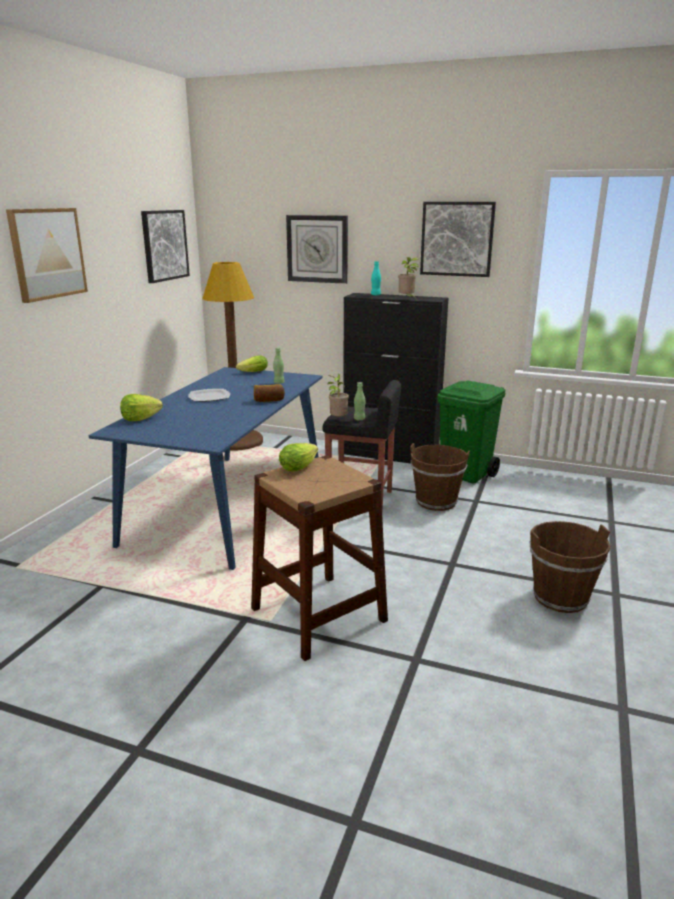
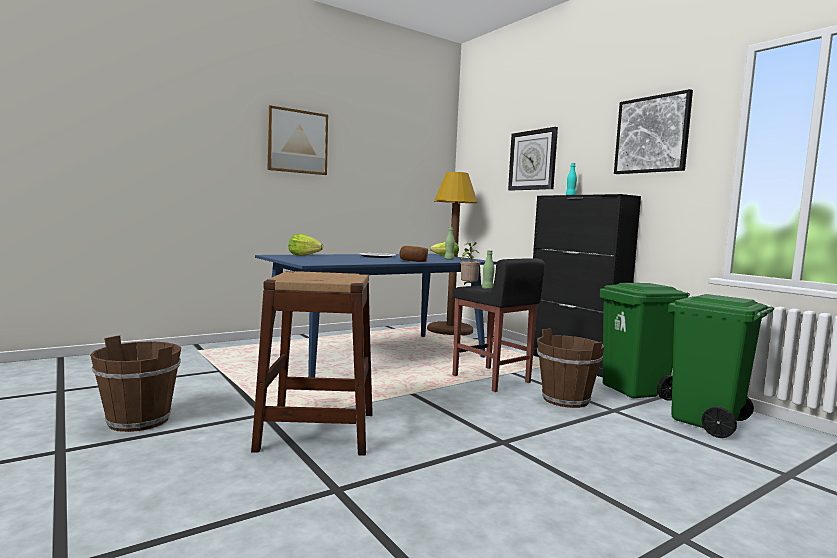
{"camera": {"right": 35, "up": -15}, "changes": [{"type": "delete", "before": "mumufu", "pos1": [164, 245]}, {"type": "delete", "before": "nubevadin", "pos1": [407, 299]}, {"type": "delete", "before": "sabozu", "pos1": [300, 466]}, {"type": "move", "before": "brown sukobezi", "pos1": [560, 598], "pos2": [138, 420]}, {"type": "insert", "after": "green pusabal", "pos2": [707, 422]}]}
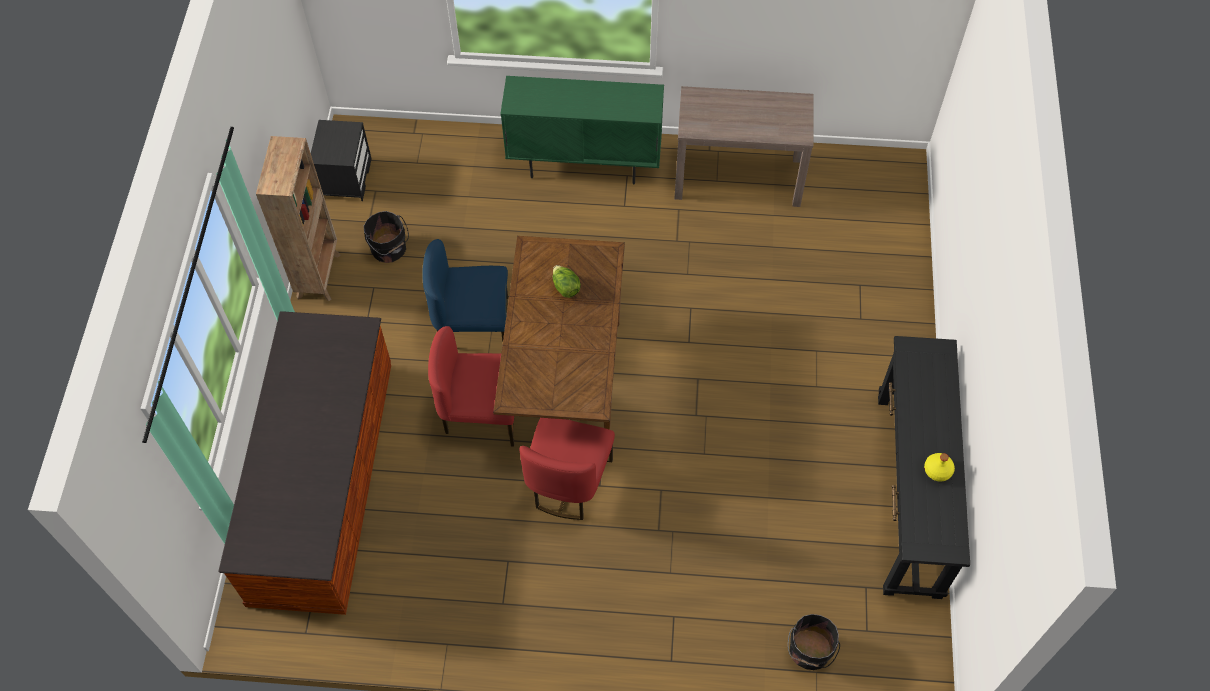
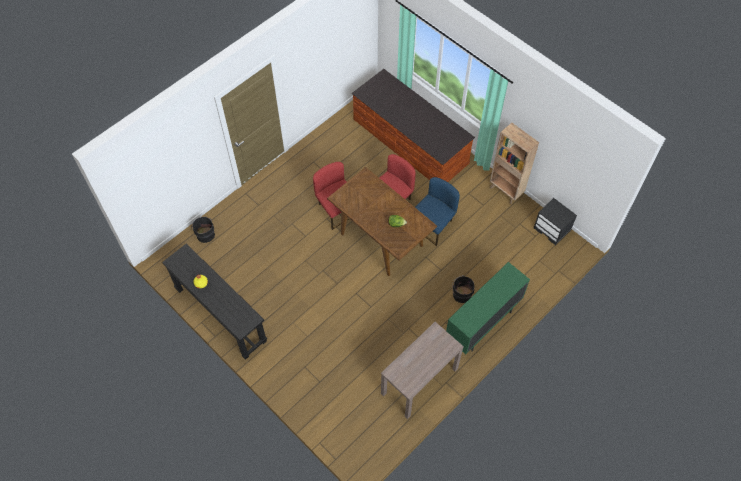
{"camera": {"right": 130, "up": 0}, "changes": [{"type": "move", "before": "black sukobezi", "pos1": [389, 249], "pos2": [461, 294]}]}
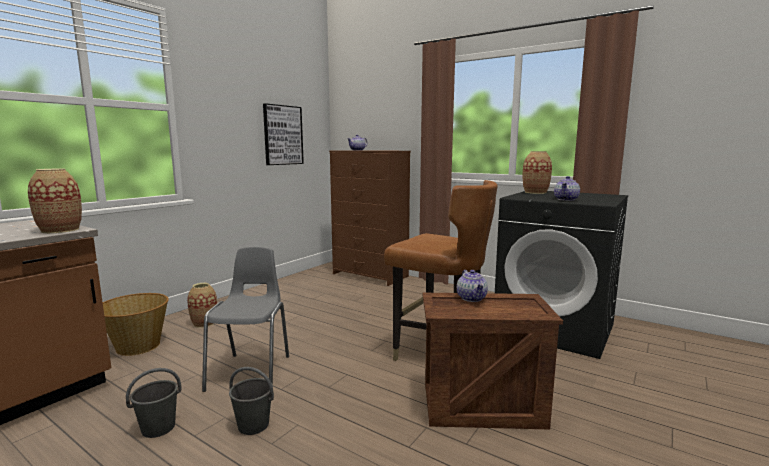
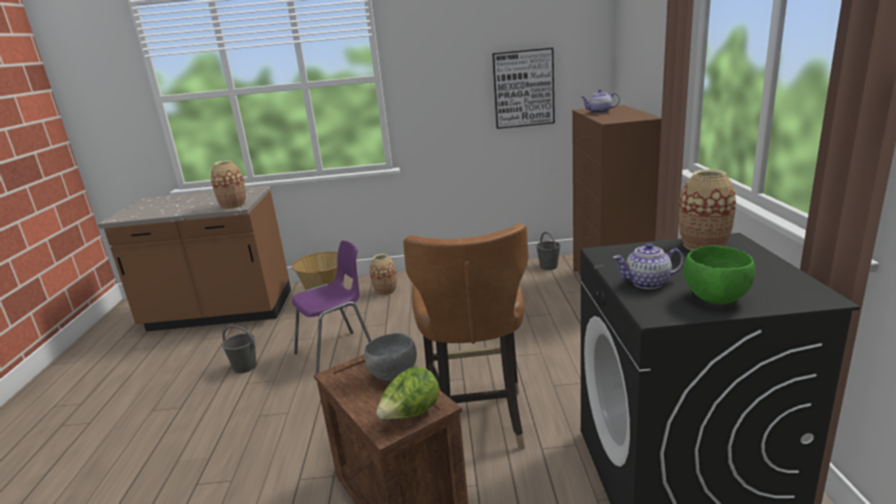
{"camera": {"right": 55, "up": 10}, "changes": [{"type": "recolor", "before": "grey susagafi", "after": "purple susagafi", "pos1": [251, 371], "pos2": [337, 353]}, {"type": "replace", "before": "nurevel", "after": "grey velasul", "pos1": [472, 298], "pos2": [394, 375]}, {"type": "move", "before": "grey sukobezi", "pos1": [254, 425], "pos2": [549, 266]}, {"type": "insert", "after": "green velasul", "pos2": [715, 298]}, {"type": "insert", "after": "sabozu", "pos2": [411, 415]}]}
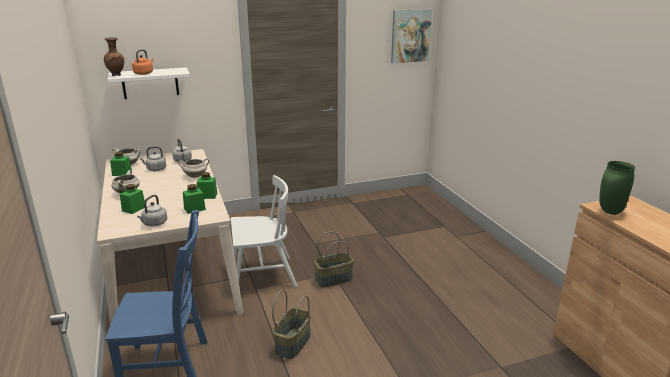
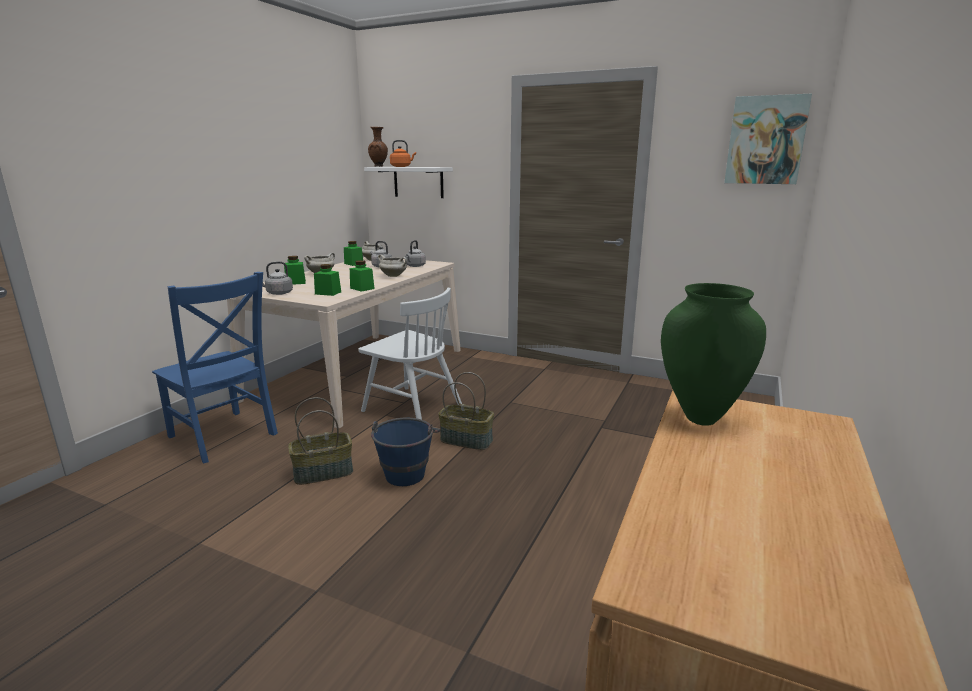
{"camera": {"right": 45, "up": -5}, "changes": [{"type": "insert", "after": "blue sukobezi", "pos2": [406, 470]}]}
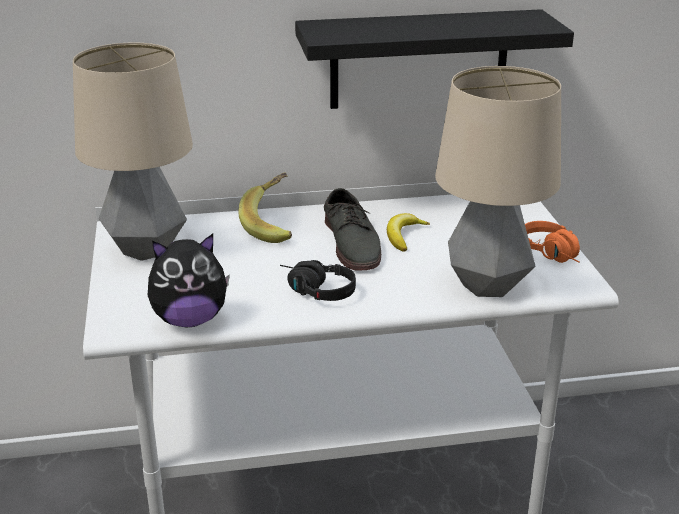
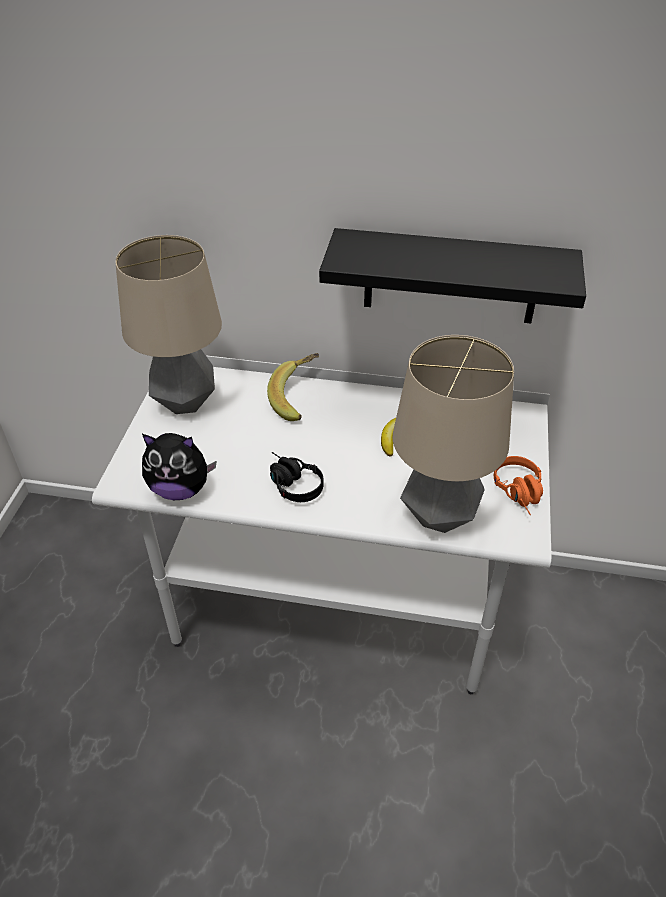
{"camera": {"right": 20, "up": 15}, "changes": [{"type": "delete", "before": "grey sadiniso", "pos1": [352, 243]}]}
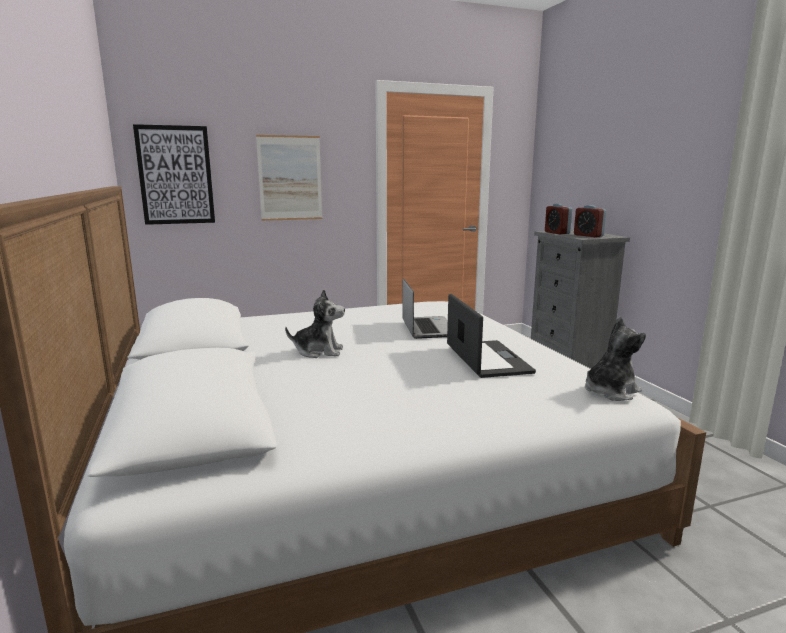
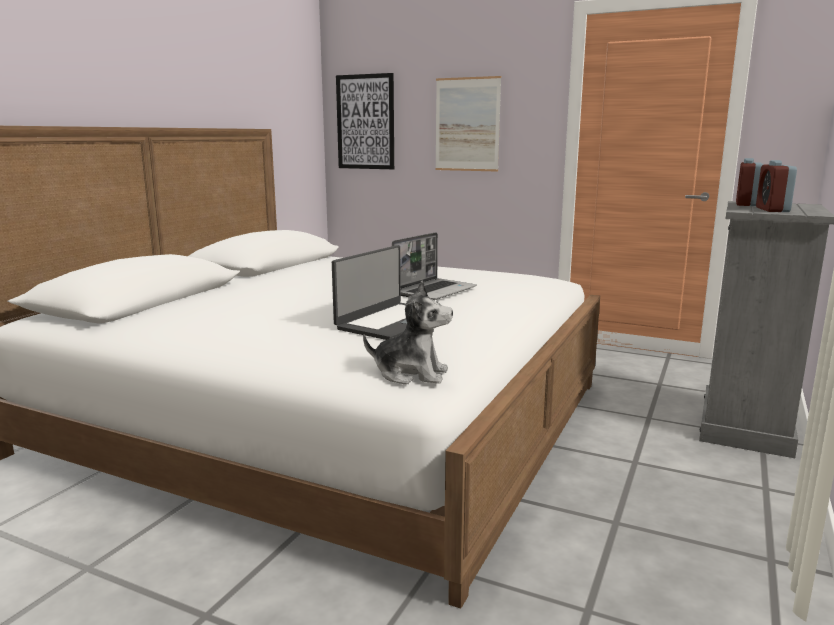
{"camera": {"right": 45, "up": 0}, "changes": [{"type": "delete", "before": "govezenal", "pos1": [319, 351]}]}
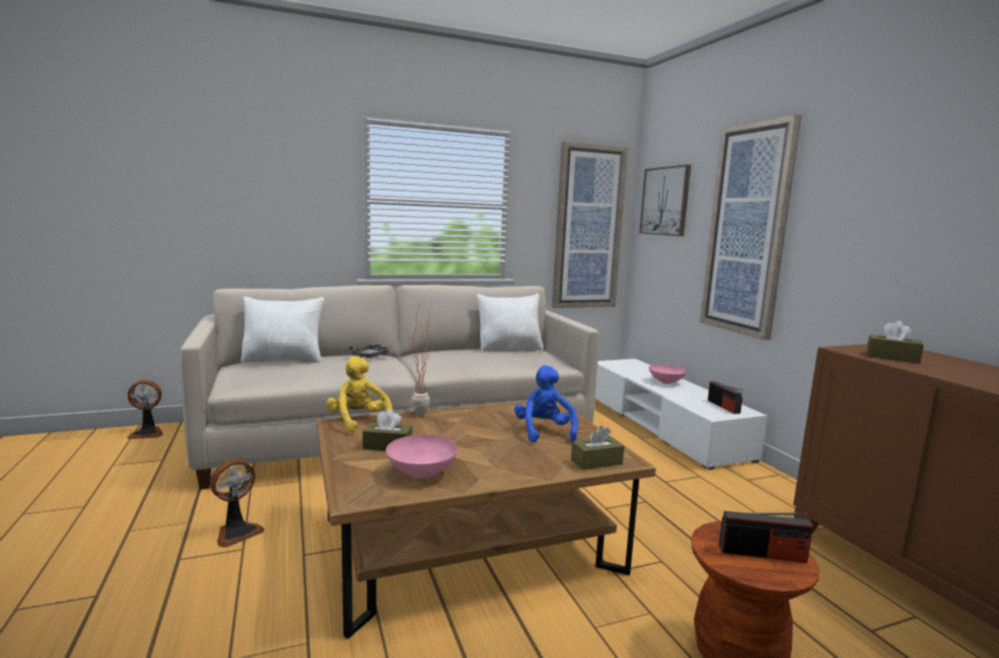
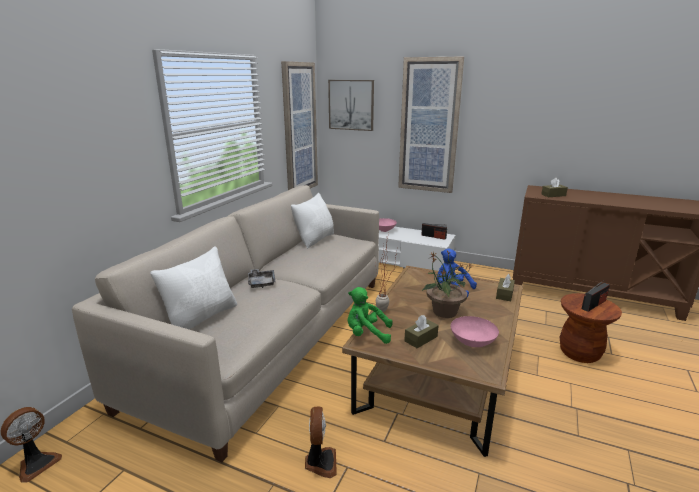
{"camera": {"right": -45, "up": 10}, "changes": [{"type": "recolor", "before": "yellow govezenal", "after": "green govezenal", "pos1": [359, 422], "pos2": [366, 334]}, {"type": "insert", "after": "nubevadin", "pos2": [444, 312]}]}
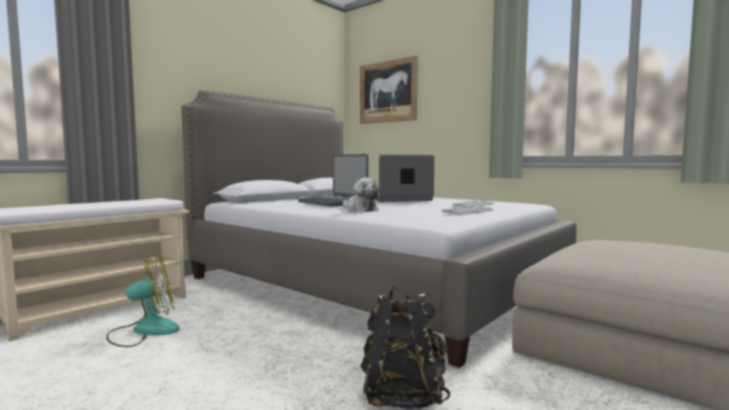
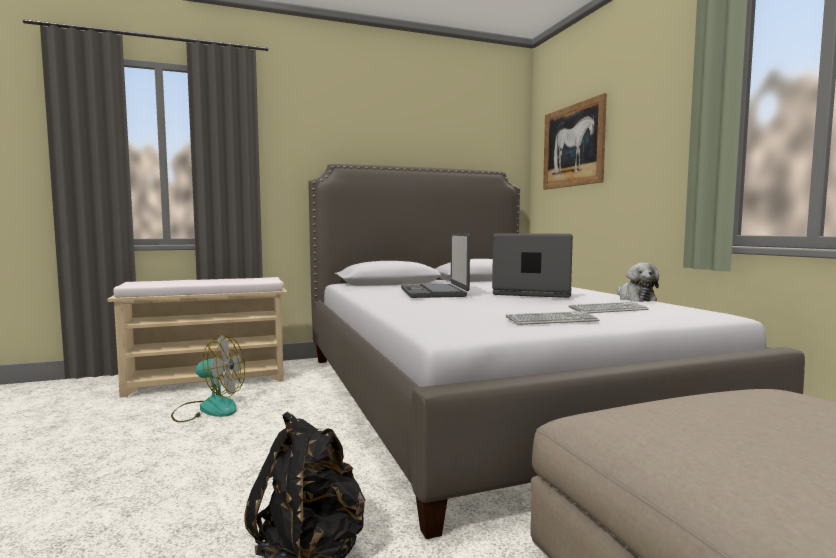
{"camera": {"right": 30, "up": 0}, "changes": [{"type": "move", "before": "govezenal", "pos1": [360, 210], "pos2": [635, 299]}]}
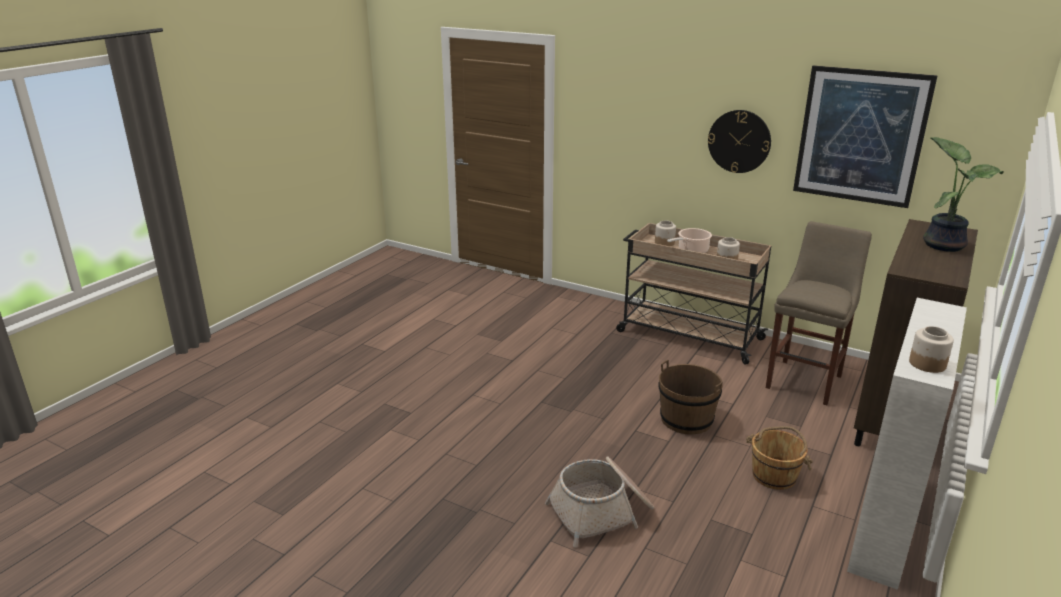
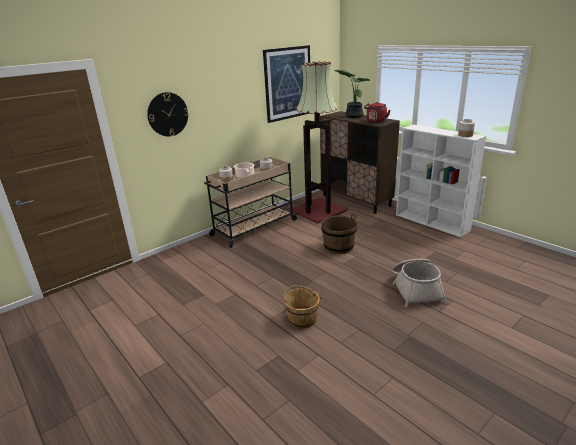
{"camera": {"right": -70, "up": 0}, "changes": [{"type": "move", "before": "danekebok", "pos1": [739, 141], "pos2": [167, 114]}, {"type": "replace", "before": "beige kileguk", "after": "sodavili", "pos1": [806, 380], "pos2": [318, 210]}, {"type": "move", "before": "brown sukobezi", "pos1": [774, 475], "pos2": [302, 318]}, {"type": "insert", "after": "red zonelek", "pos2": [376, 121]}]}
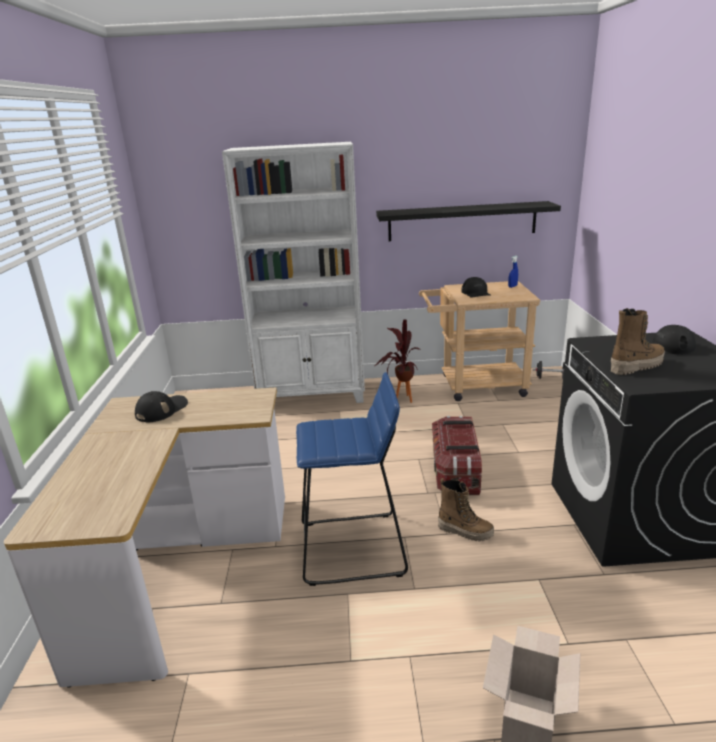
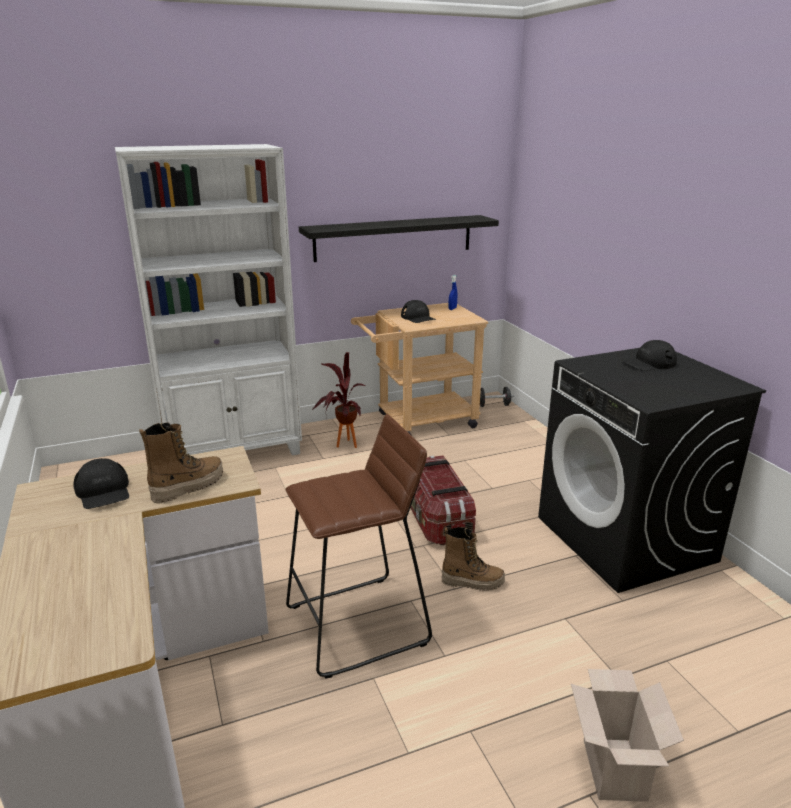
{"camera": {"right": -20, "up": 0}, "changes": [{"type": "move", "before": "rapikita", "pos1": [636, 366], "pos2": [188, 487]}, {"type": "recolor", "before": "blue kileguk", "after": "brown kileguk", "pos1": [353, 548], "pos2": [358, 625]}, {"type": "rotate", "before": "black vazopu", "pos1": [162, 410], "pos2": [103, 491], "turn": 135}]}
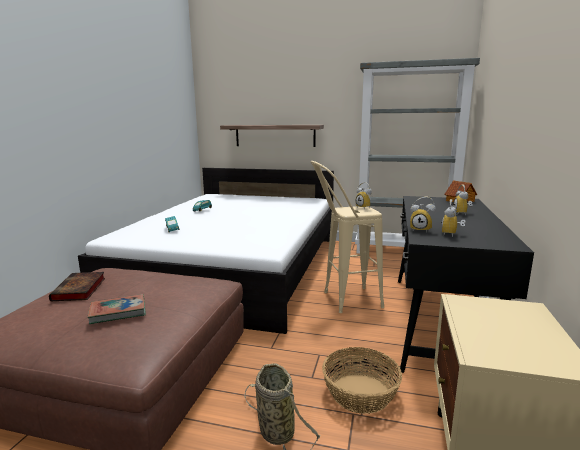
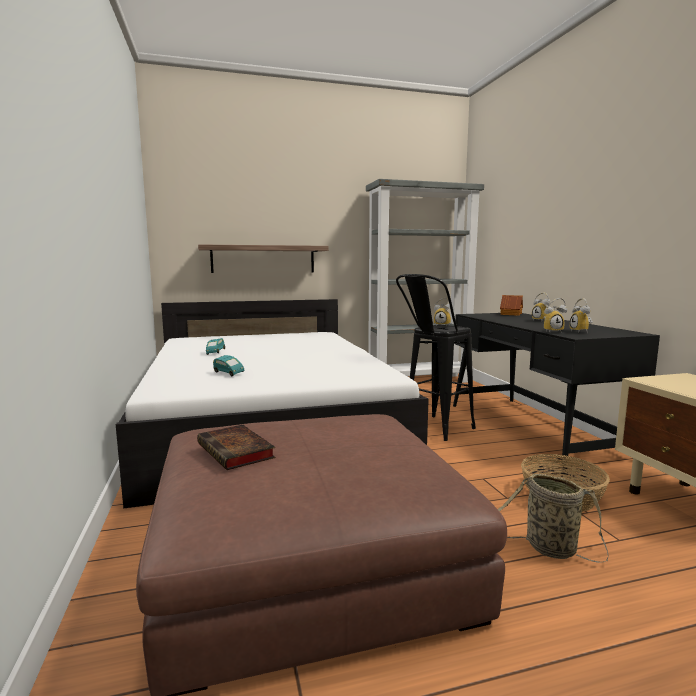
{"camera": {"right": -30, "up": -5}, "changes": [{"type": "recolor", "before": "beige kileguk", "after": "black kileguk", "pos1": [343, 301], "pos2": [432, 430]}, {"type": "delete", "before": "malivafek", "pos1": [118, 312]}]}
